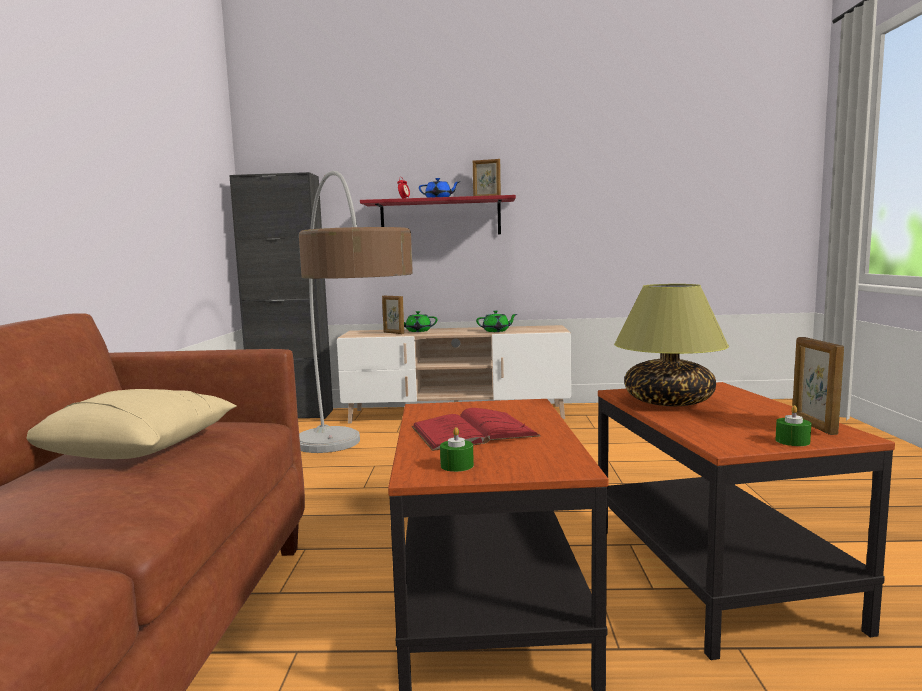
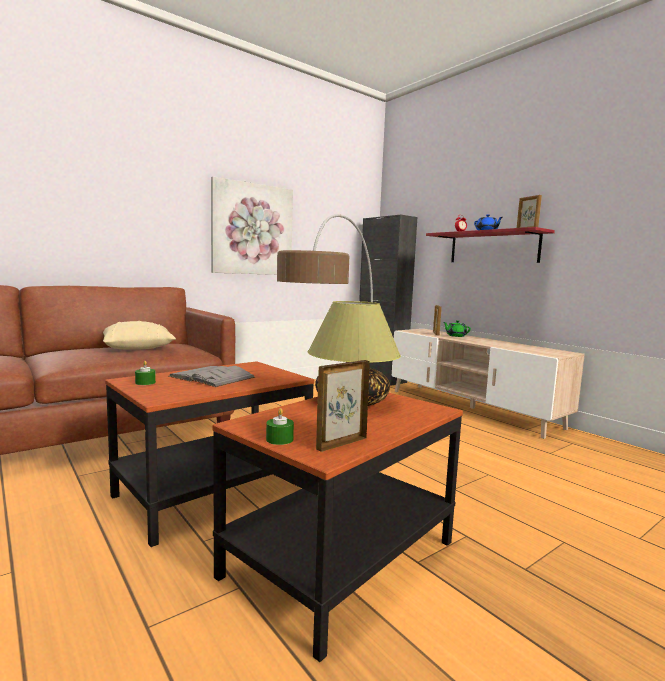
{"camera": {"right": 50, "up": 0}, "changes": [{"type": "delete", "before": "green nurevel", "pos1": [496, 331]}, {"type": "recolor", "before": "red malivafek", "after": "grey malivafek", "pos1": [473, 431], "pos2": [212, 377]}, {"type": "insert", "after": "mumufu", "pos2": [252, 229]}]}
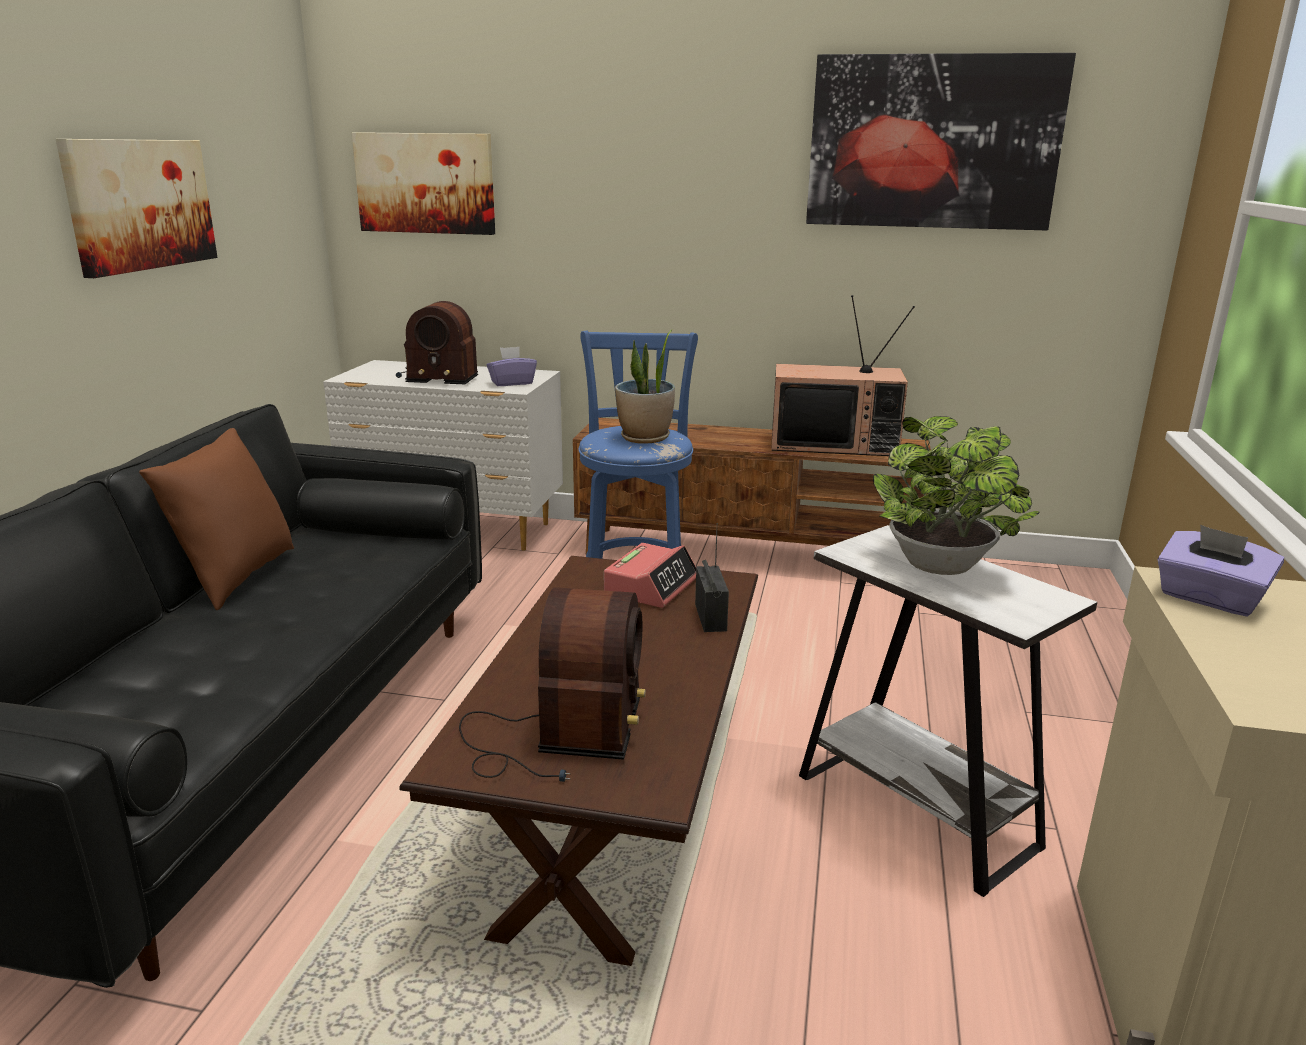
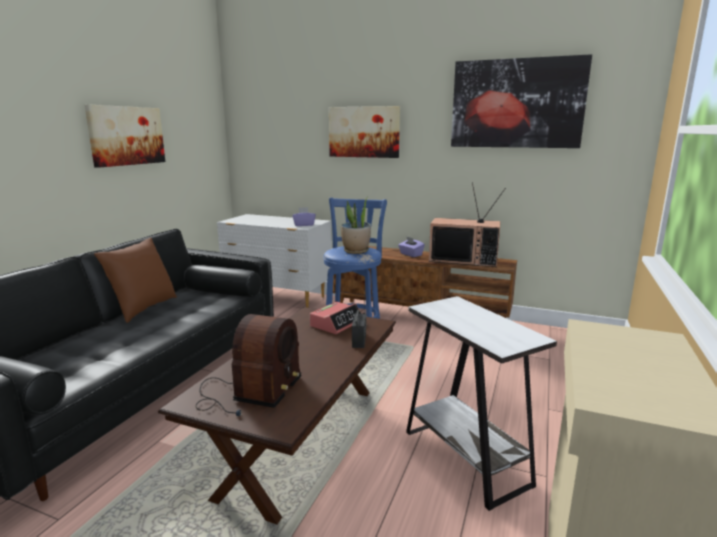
{"camera": {"right": 10, "up": -5}, "changes": [{"type": "move", "before": "mumufu", "pos1": [425, 183], "pos2": [364, 132]}, {"type": "delete", "before": "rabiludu", "pos1": [437, 376]}, {"type": "delete", "before": "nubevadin", "pos1": [942, 569]}, {"type": "move", "before": "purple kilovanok", "pos1": [1209, 599], "pos2": [410, 254]}]}
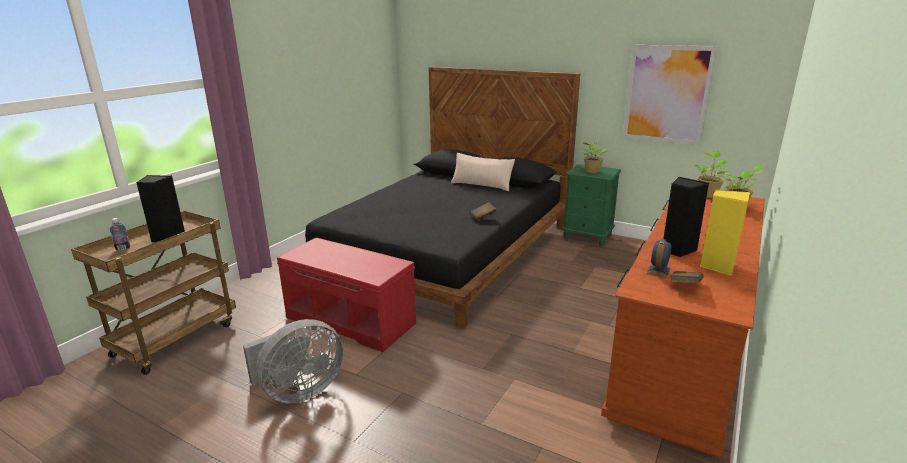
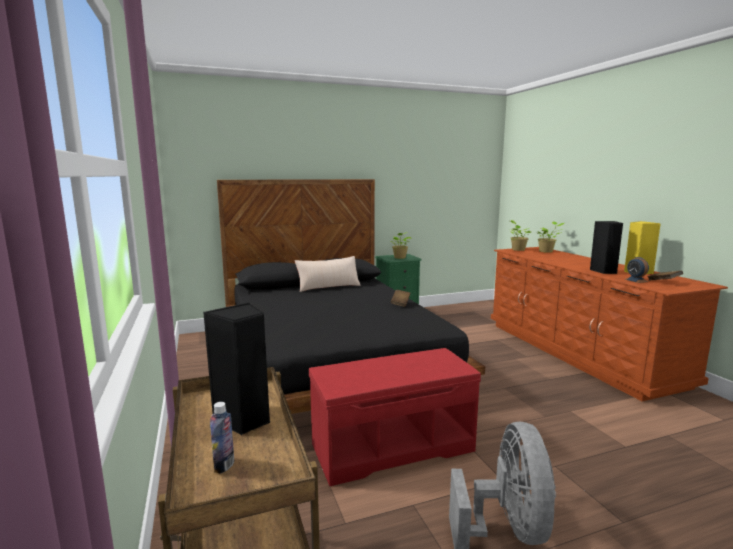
{"camera": {"right": -50, "up": -10}, "changes": [{"type": "delete", "before": "mumufu", "pos1": [667, 94]}]}
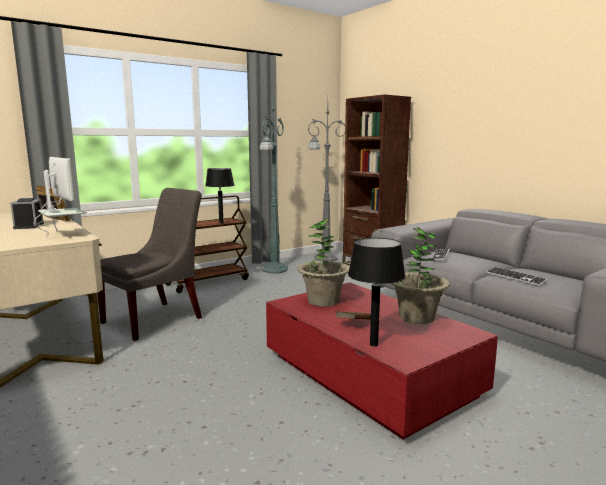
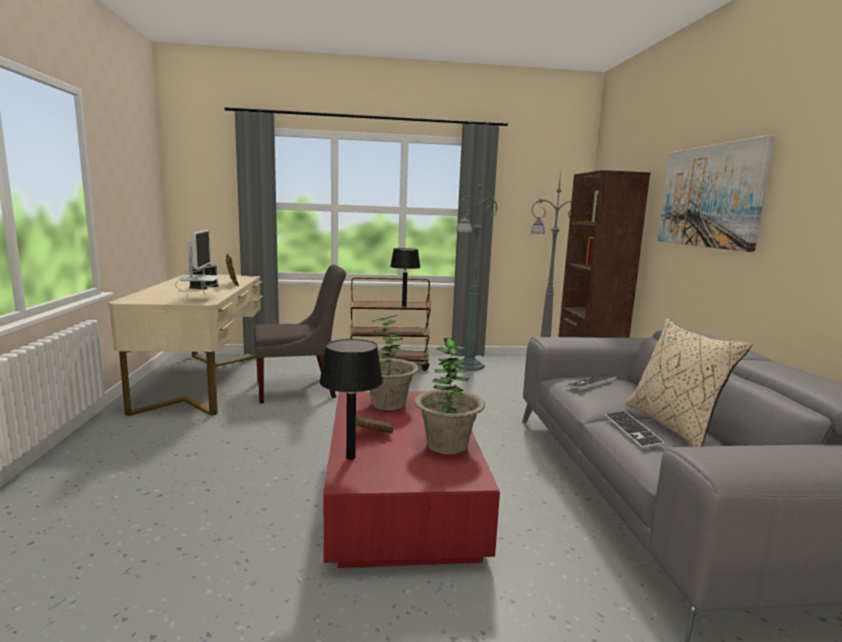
{"camera": {"right": 30, "up": 0}, "changes": [{"type": "insert", "after": "mumufu", "pos2": [709, 196]}, {"type": "insert", "after": "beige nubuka", "pos2": [674, 425]}]}
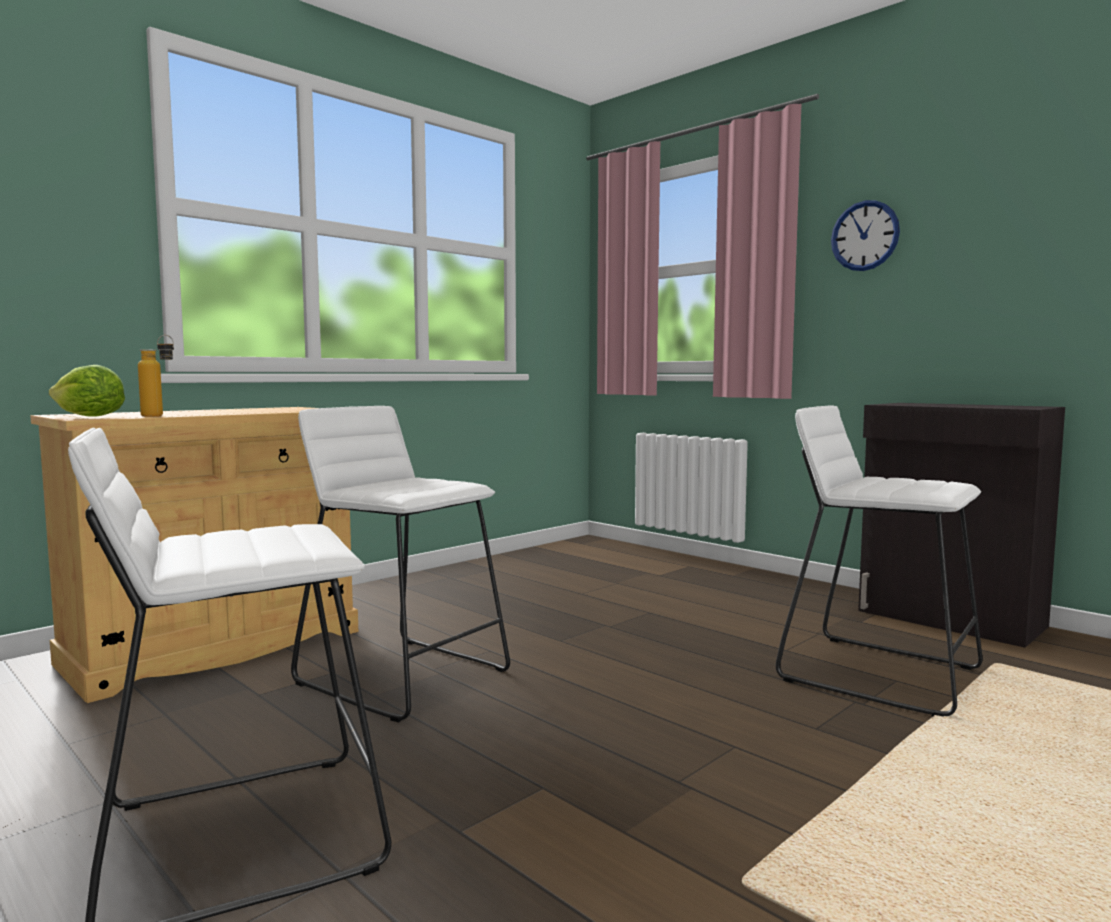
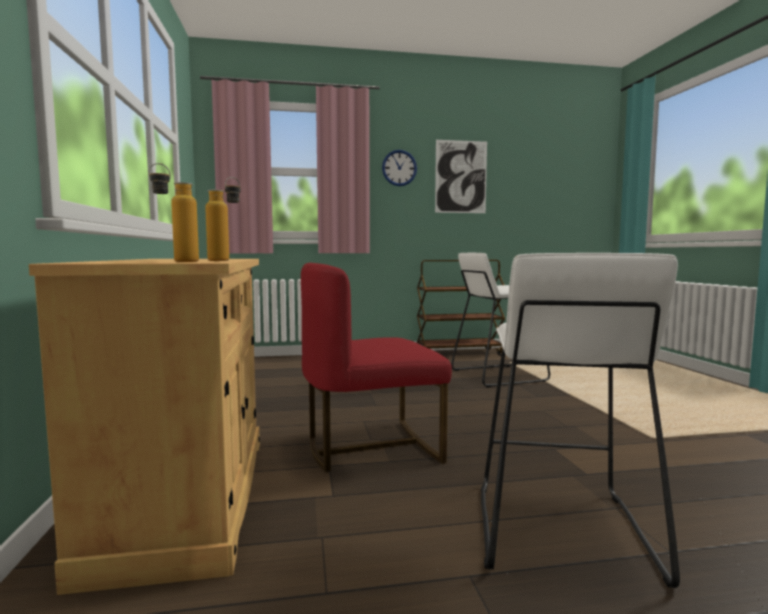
{"camera": {"right": -55, "up": 0}, "changes": [{"type": "replace", "before": "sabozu", "after": "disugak", "pos1": [89, 417], "pos2": [176, 261]}, {"type": "replace", "before": "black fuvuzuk", "after": "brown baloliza", "pos1": [950, 619], "pos2": [459, 353]}, {"type": "replace", "before": "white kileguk", "after": "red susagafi", "pos1": [404, 676], "pos2": [370, 448]}, {"type": "insert", "after": "mumufu", "pos2": [461, 177]}]}
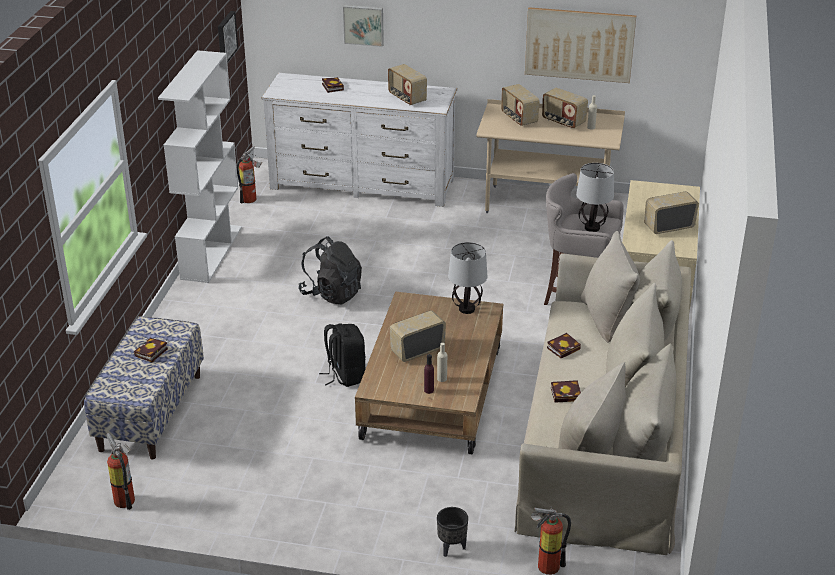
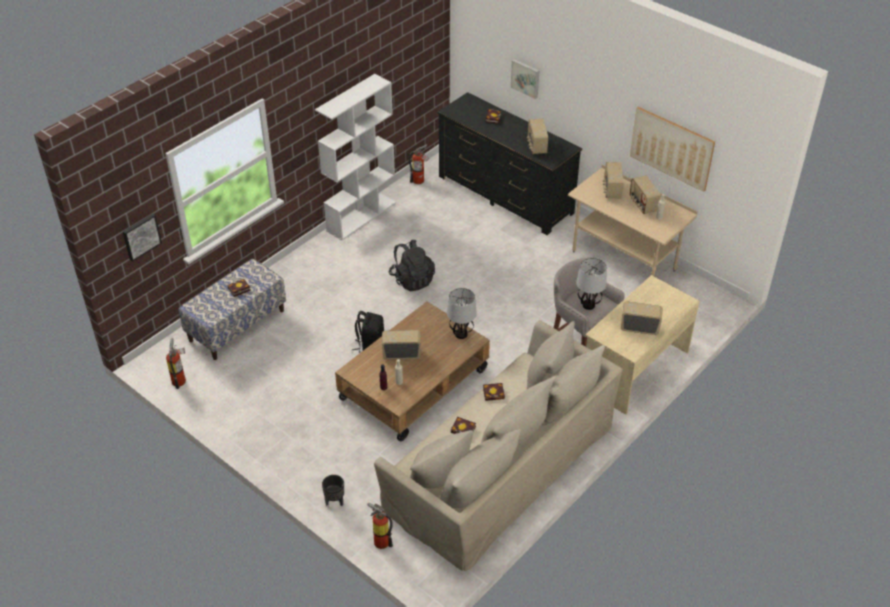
{"camera": {"right": 30, "up": 10}, "changes": [{"type": "move", "before": "mumufu", "pos1": [225, 37], "pos2": [141, 236]}, {"type": "recolor", "before": "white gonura", "after": "black gonura", "pos1": [362, 184], "pos2": [505, 195]}]}
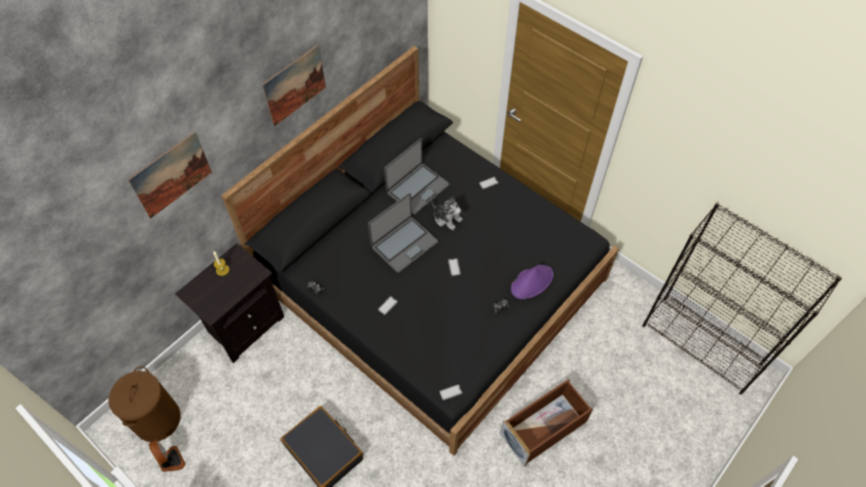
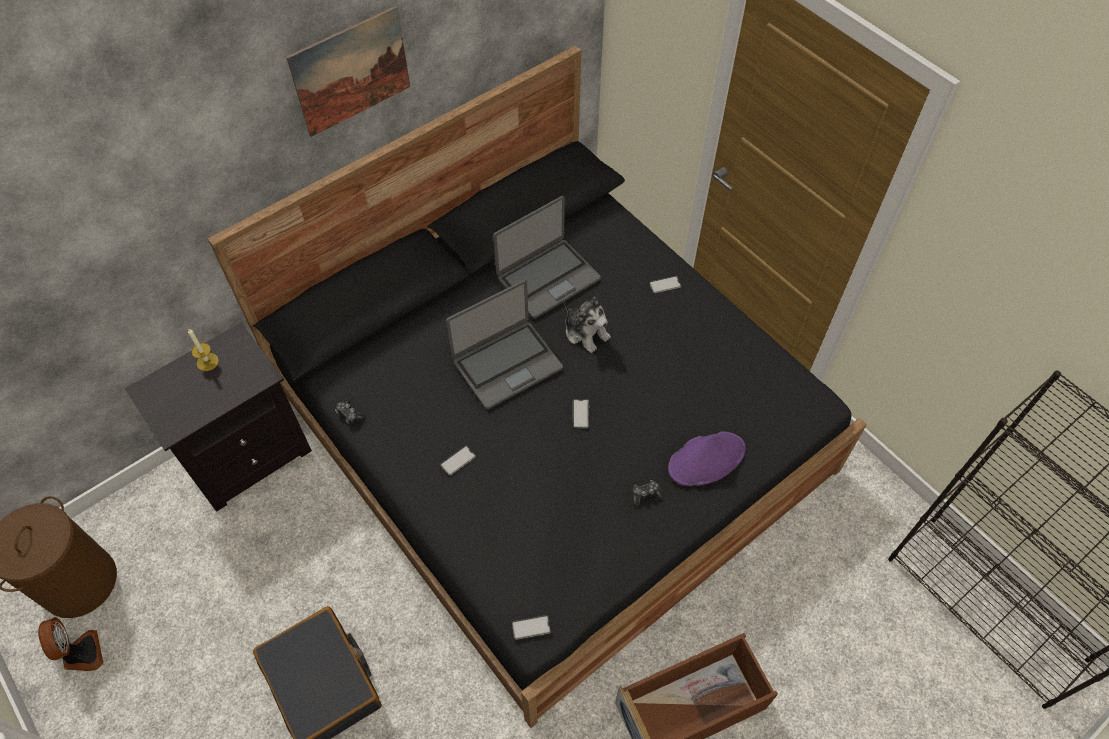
{"camera": {"right": 10, "up": 0}, "changes": [{"type": "delete", "before": "mumufu", "pos1": [171, 175]}]}
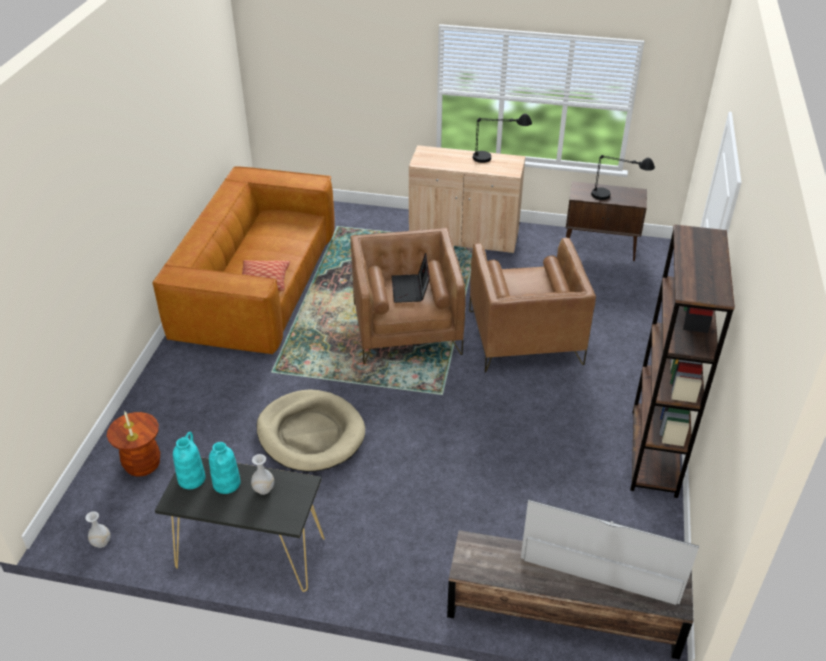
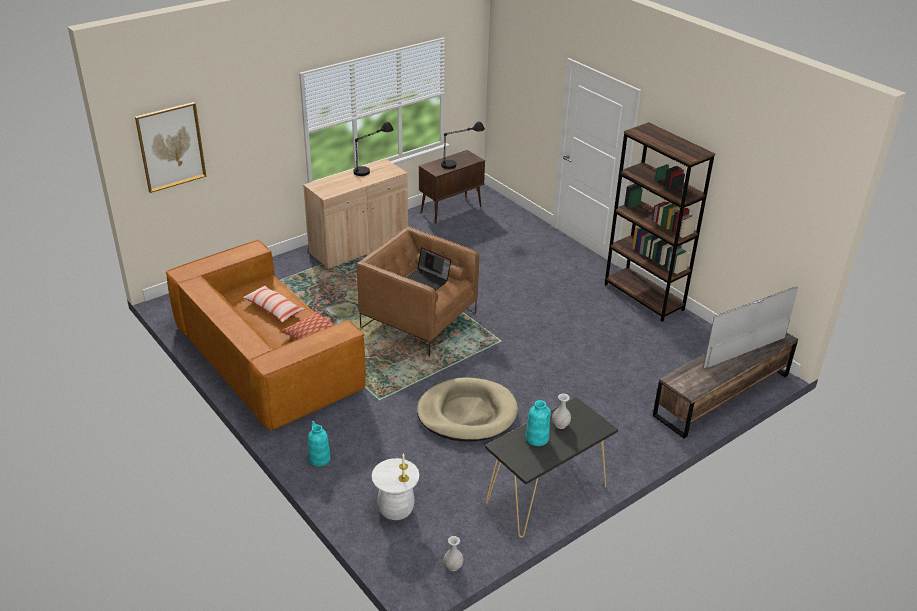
{"camera": {"right": -50, "up": -5}, "changes": [{"type": "delete", "before": "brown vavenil", "pos1": [524, 337]}, {"type": "recolor", "before": "brown kileguk", "after": "white kileguk", "pos1": [142, 465], "pos2": [396, 509]}, {"type": "move", "before": "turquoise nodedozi", "pos1": [191, 478], "pos2": [319, 459]}, {"type": "insert", "after": "mumufu", "pos2": [171, 147]}, {"type": "insert", "after": "nubuka", "pos2": [274, 309]}]}
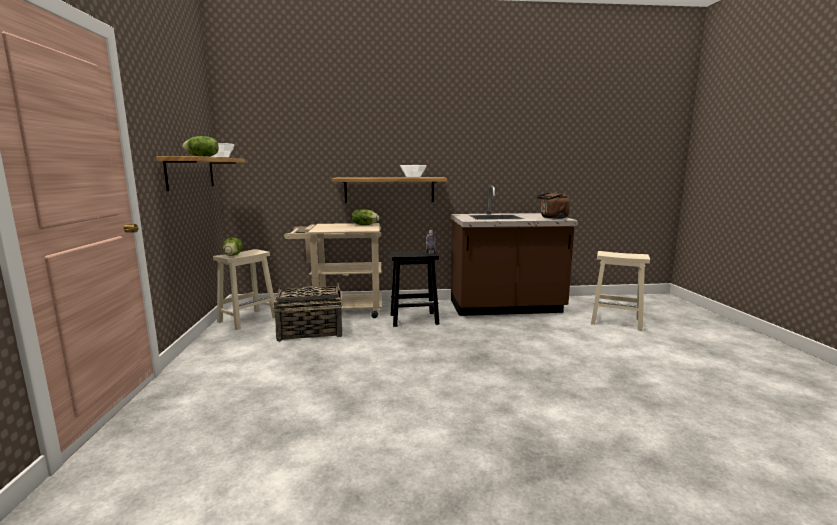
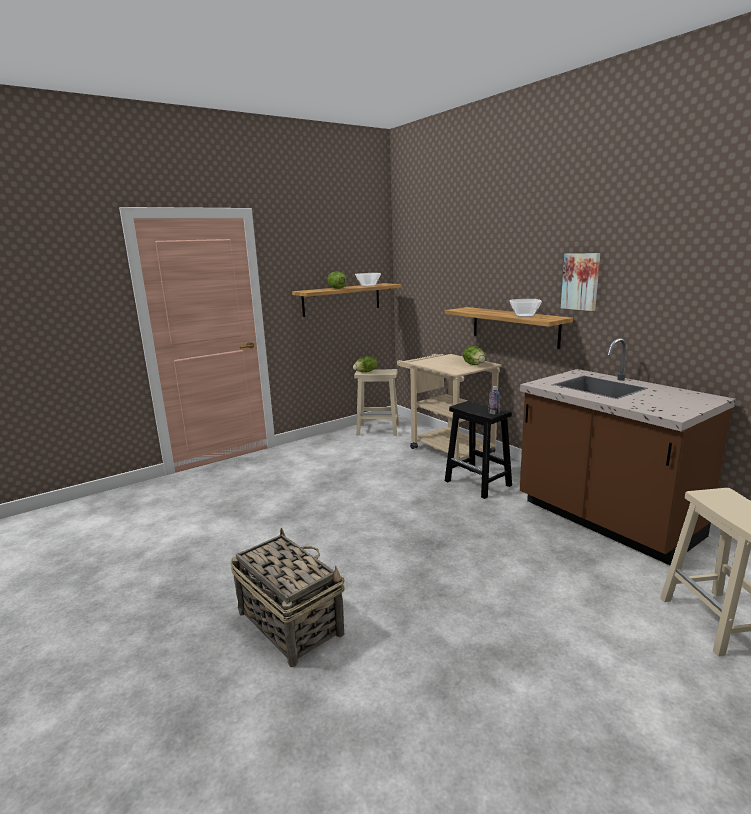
{"camera": {"right": 60, "up": 5}, "changes": [{"type": "delete", "before": "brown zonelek", "pos1": [552, 218]}, {"type": "move", "before": "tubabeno", "pos1": [309, 332], "pos2": [289, 622]}, {"type": "insert", "after": "mumufu", "pos2": [581, 281]}]}
